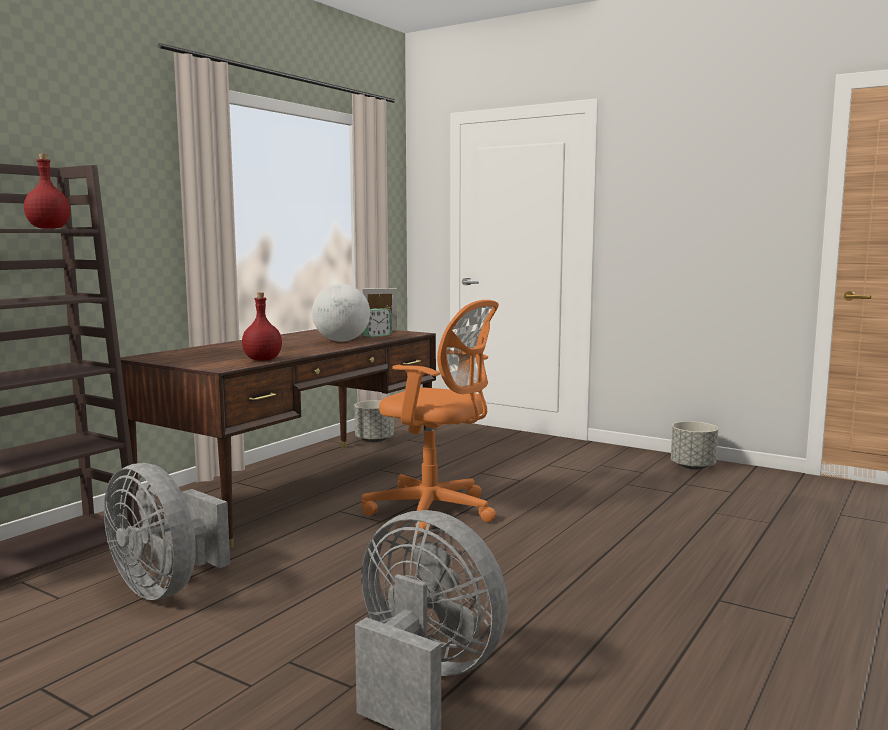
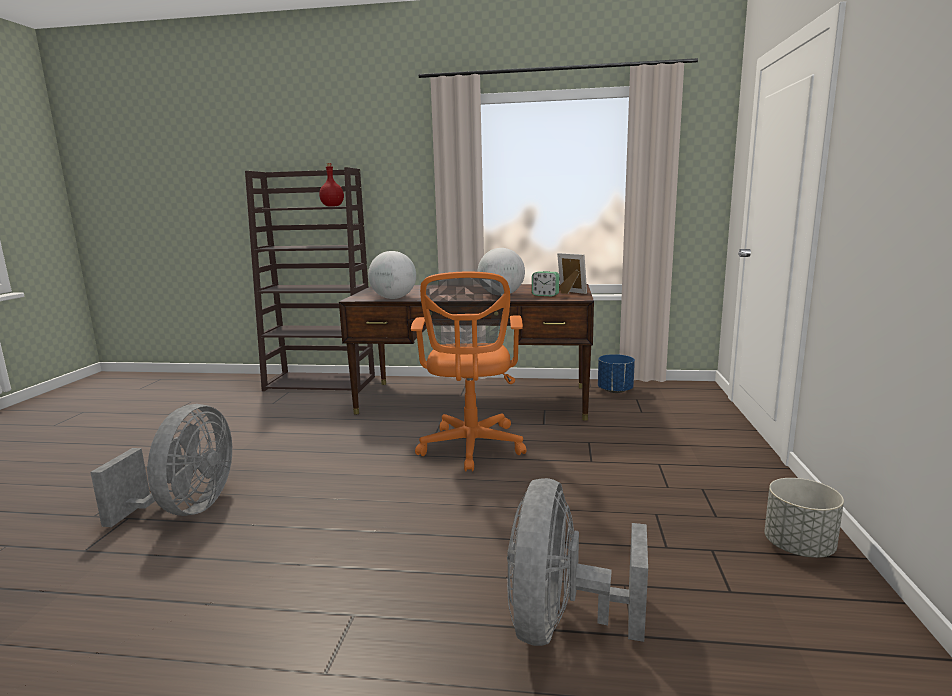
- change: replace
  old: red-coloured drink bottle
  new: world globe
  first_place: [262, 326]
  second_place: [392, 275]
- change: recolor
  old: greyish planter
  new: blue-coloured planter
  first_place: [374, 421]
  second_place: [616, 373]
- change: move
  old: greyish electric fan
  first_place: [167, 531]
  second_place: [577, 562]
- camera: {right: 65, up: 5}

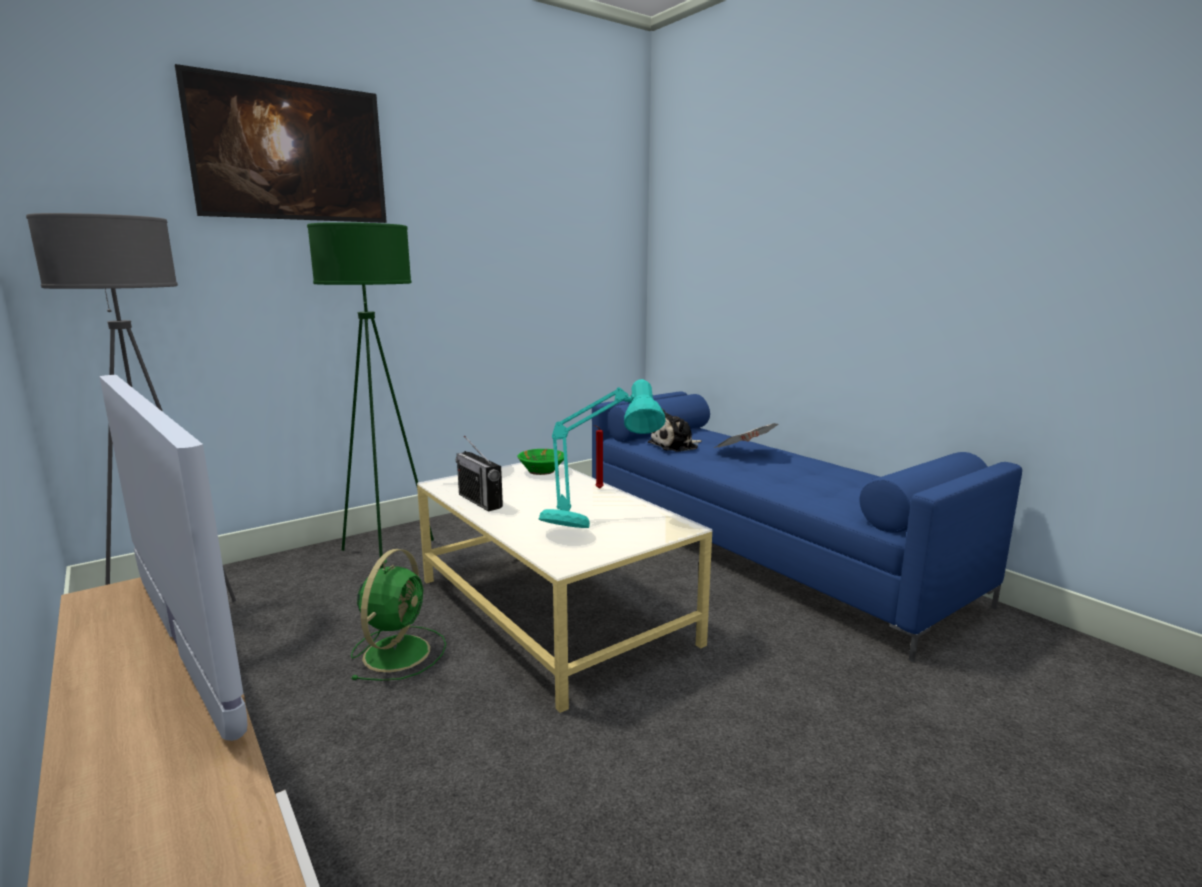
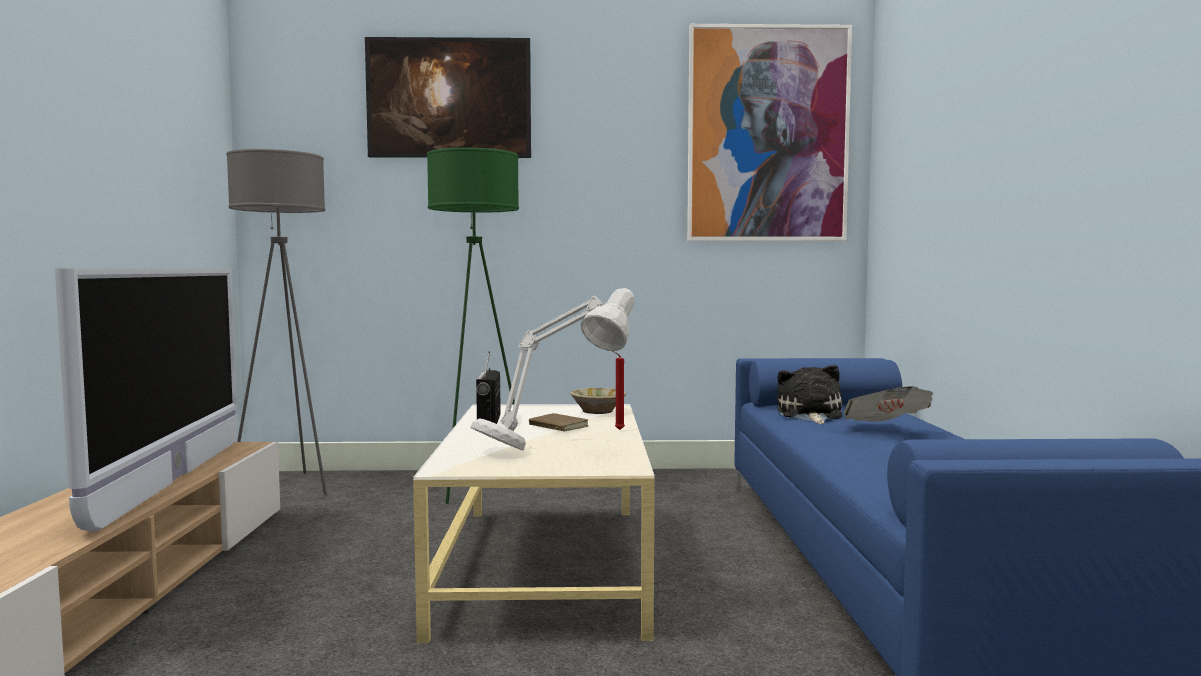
- change: recolor
  old: turquoise-coloured tabletop lamp
  new: greyish tabletop lamp
  first_place: [602, 453]
  second_place: [552, 369]
- change: rotate
  old: cuddly toy
  first_place: [675, 430]
  second_place: [809, 394]
  degrees: 90
- change: recolor
  old: green deep dish
  new: beige-coloured deep dish
  first_place: [540, 462]
  second_place: [598, 401]
- change: delete
  old: green electric fan
  first_place: [398, 615]
- change: insert
  new: wall art
  second_place: [769, 132]
- change: insert
  new: brown-coloured bound book
  second_place: [559, 422]
- camera: {right: 35, up: -10}

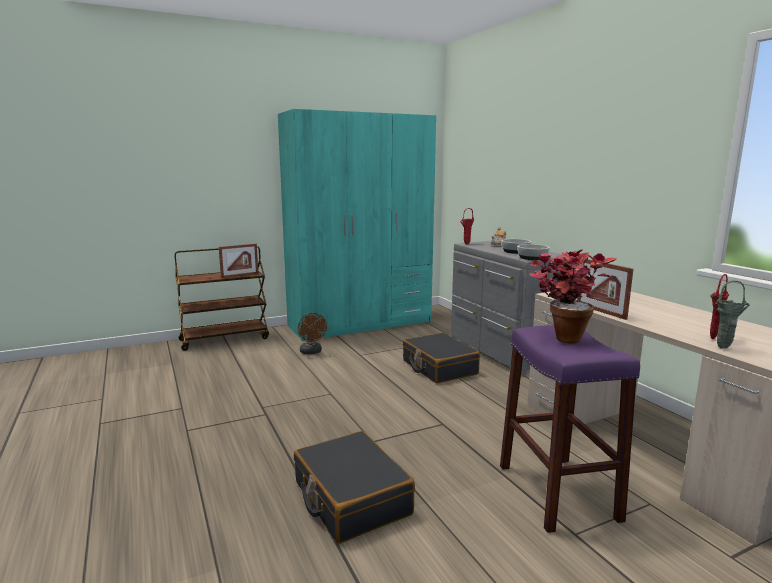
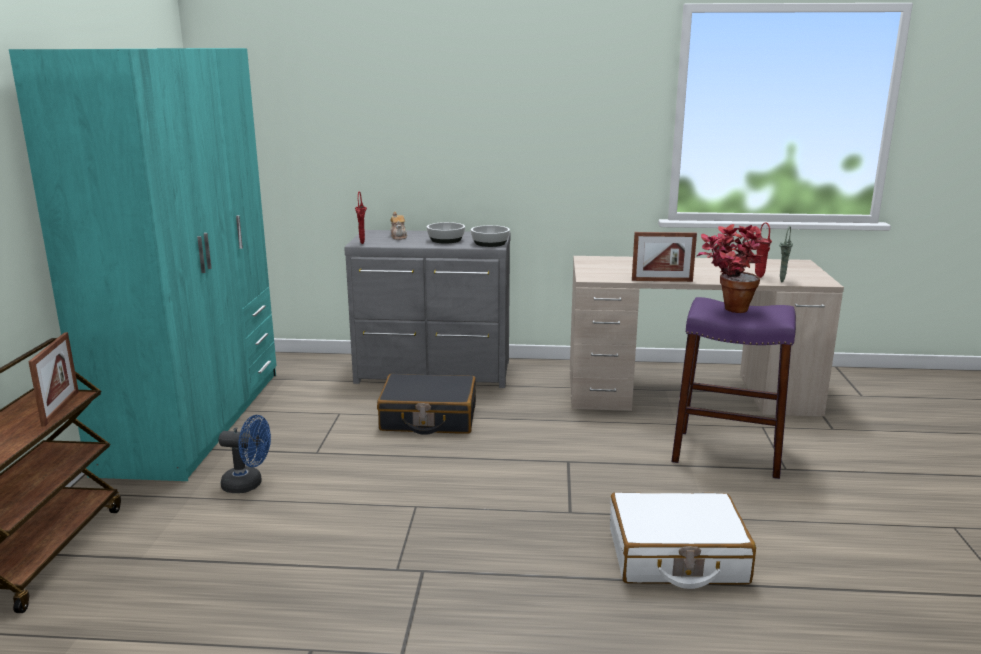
- change: recolor
  old: brown-coloured electric fan
  new: blue-coloured electric fan
  first_place: [312, 333]
  second_place: [244, 454]
- change: recolor
  old: black-coloured travel case
  new: white-coloured travel case
  first_place: [354, 487]
  second_place: [683, 540]
- camera: {right: -60, up: 5}

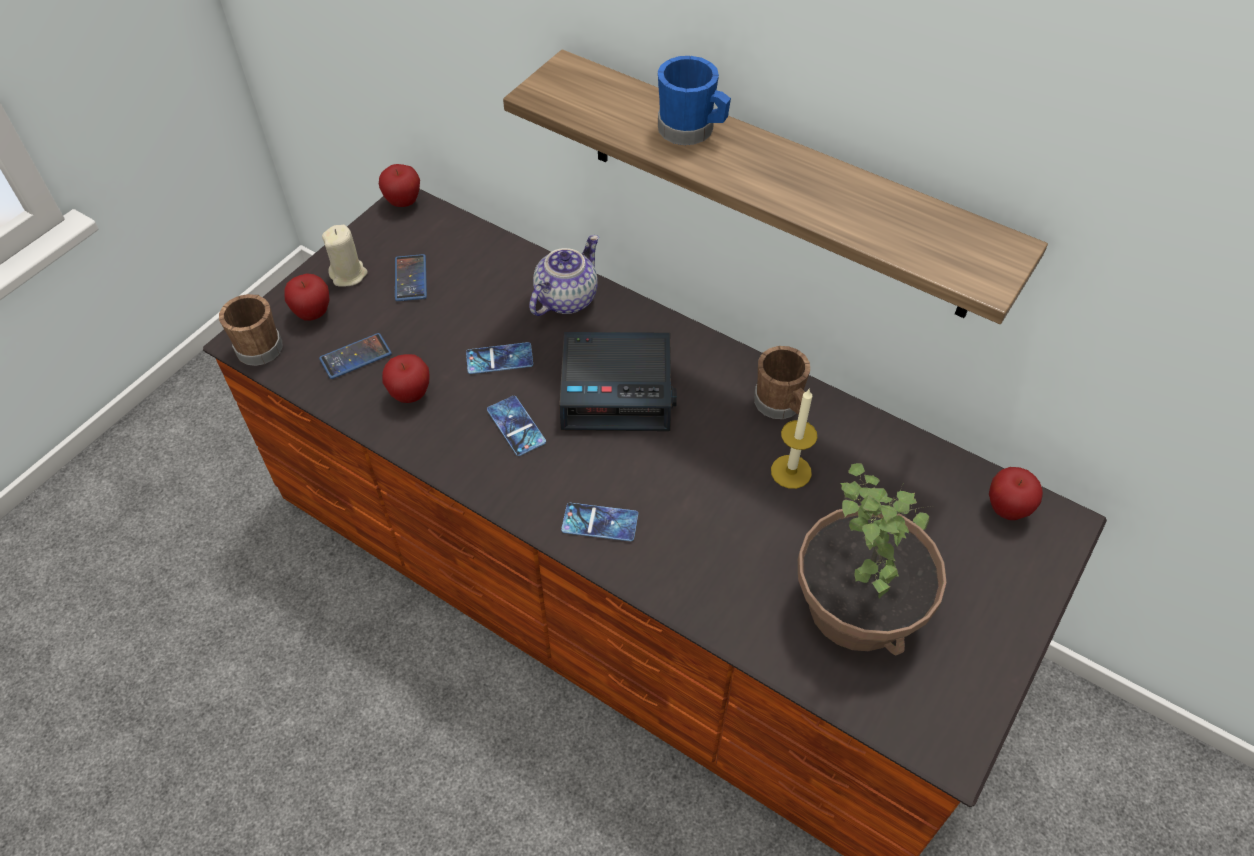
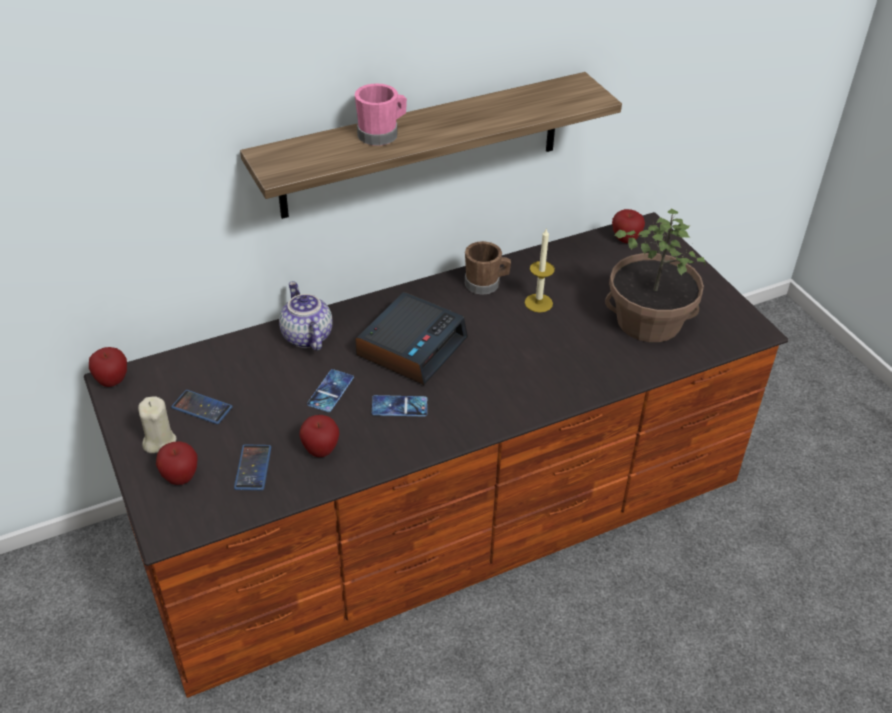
- change: recolor
  old: blue-coloured mug
  new: pink mug
  first_place: [694, 100]
  second_place: [381, 114]
- change: delete
  old: brown-coloured mug
  first_place: [251, 330]
- change: delete
  old: telephone
  first_place: [599, 522]
- camera: {right: -60, up: -10}

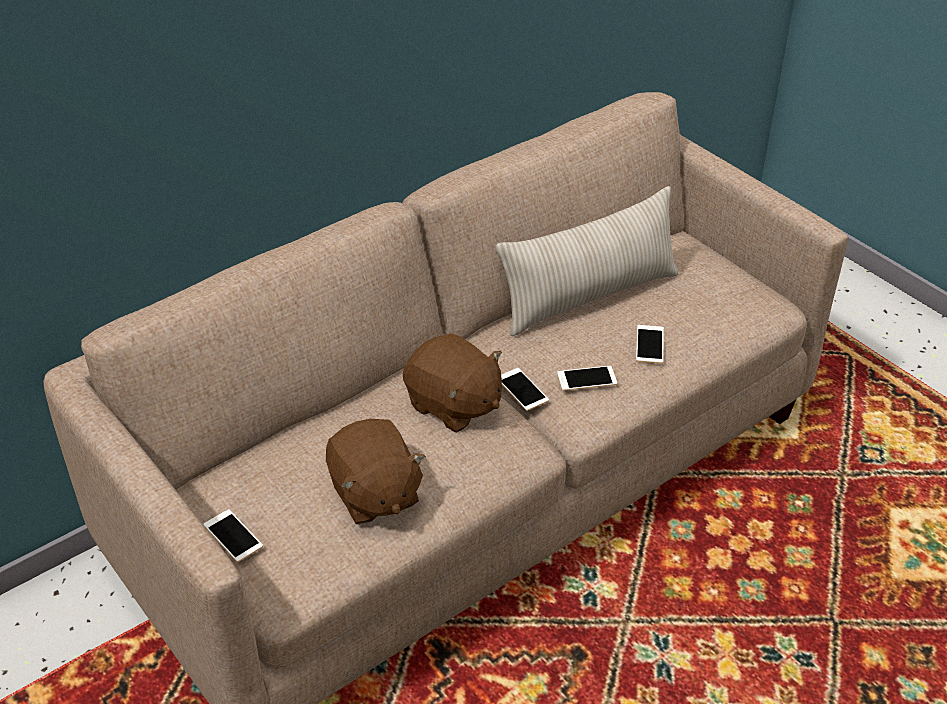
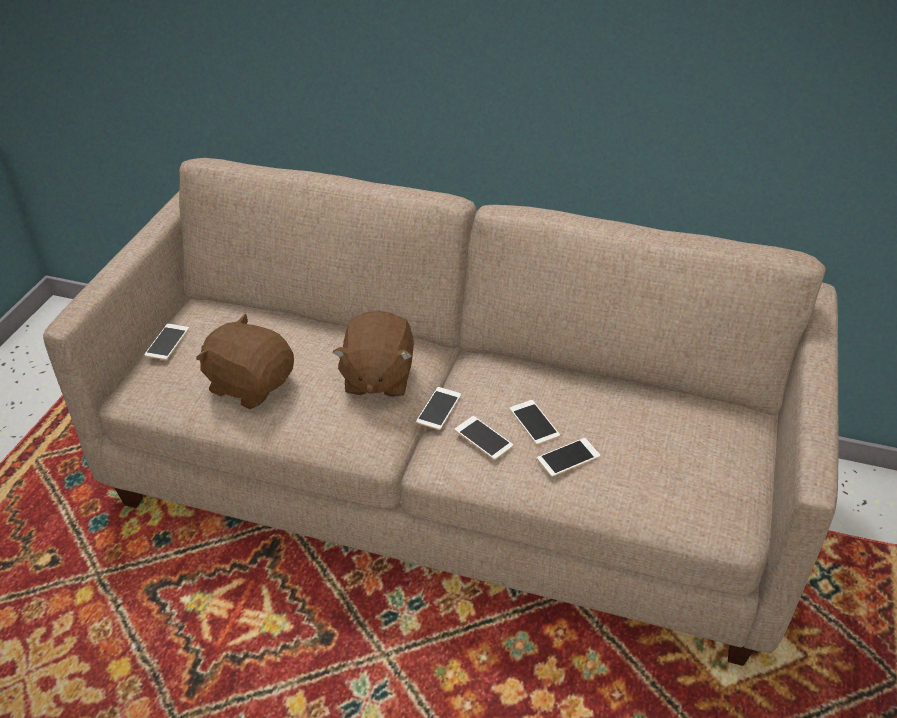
- change: delete
  old: beige-coloured pillow
  first_place: [587, 261]
- change: rotate
  old: brown-coloured cuddly toy
  first_place: [376, 471]
  second_place: [245, 361]
  degrees: 90
- change: insert
  new: telephone
  second_place: [534, 422]
- camera: {right: 55, up: 0}

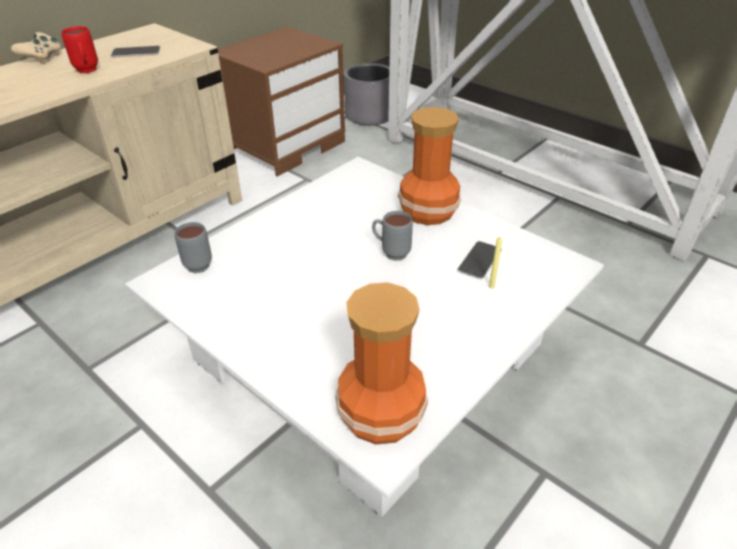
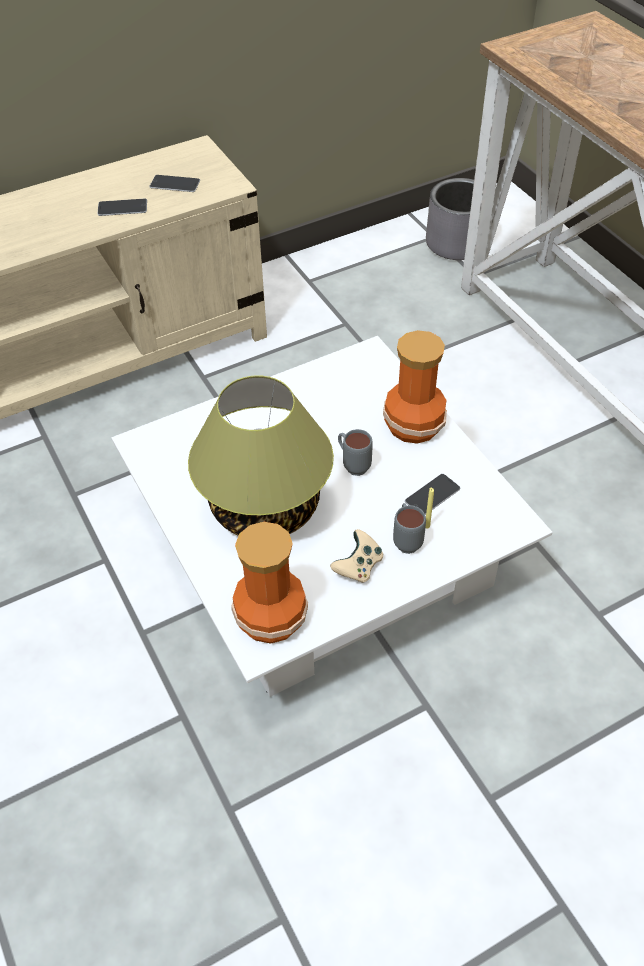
- change: replace
  old: red-coloured mug
  new: telephone
  first_place: [79, 49]
  second_place: [122, 207]
- change: delete
  old: brown-coloured bedside table
  first_place: [281, 101]
- change: move
  old: beige-coloured game controller
  first_place: [36, 47]
  second_place: [356, 556]
- change: move
  old: greyish mug
  first_place: [193, 247]
  second_place: [409, 528]
- change: insert
  new: tabletop lamp
  second_place: [261, 455]
- camera: {right: 20, up: 10}

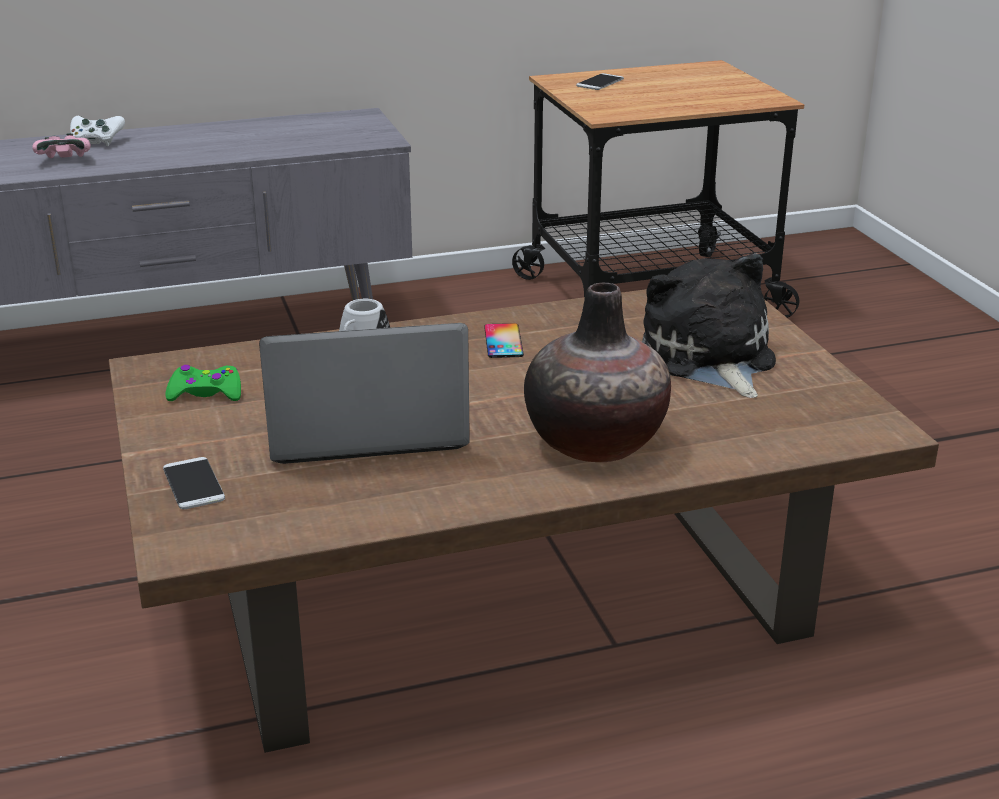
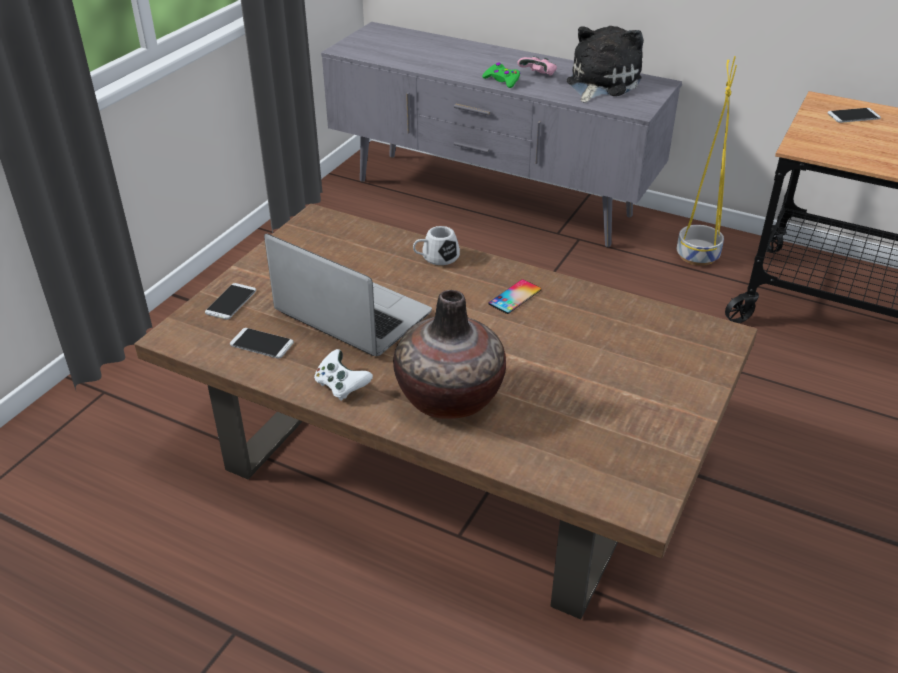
- change: move
  old: white-coloured game controller
  first_place: [97, 131]
  second_place: [343, 375]
- change: move
  old: pink game controller
  first_place: [61, 145]
  second_place: [537, 66]
- change: move
  old: cuddly toy
  first_place: [709, 325]
  second_place: [605, 64]
- change: move
  old: green game controller
  first_place: [203, 383]
  second_place: [501, 75]
- change: insert
  new: yellow-coloured planter
  second_place: [707, 161]
- change: insert
  new: telephone
  second_place: [262, 343]
- camera: {right: 45, up: 10}

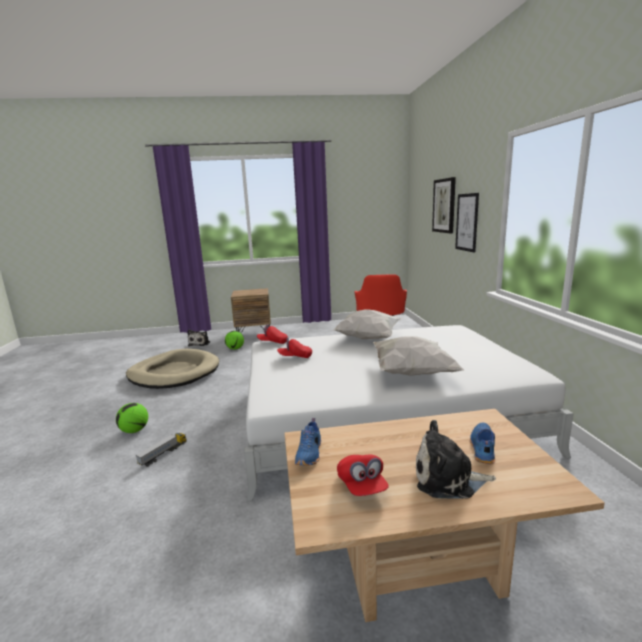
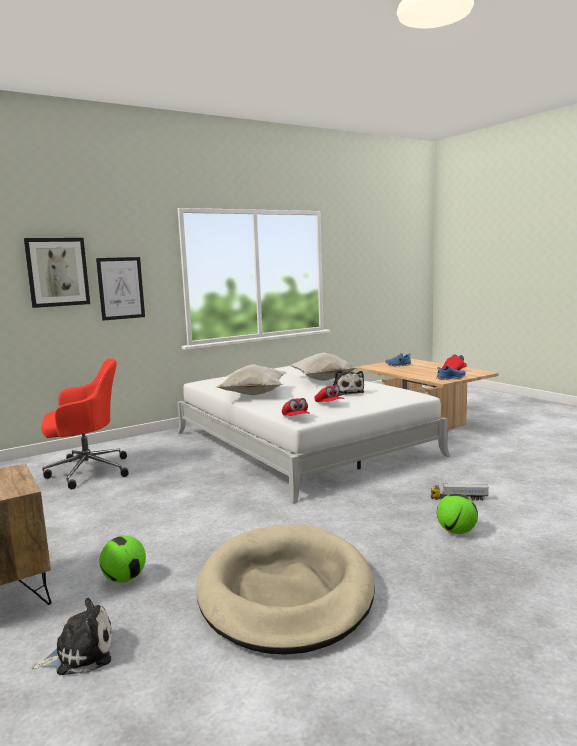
- change: move
  old: cuddly toy
  first_place: [456, 459]
  second_place: [348, 383]
- camera: {right: -115, up: -5}

